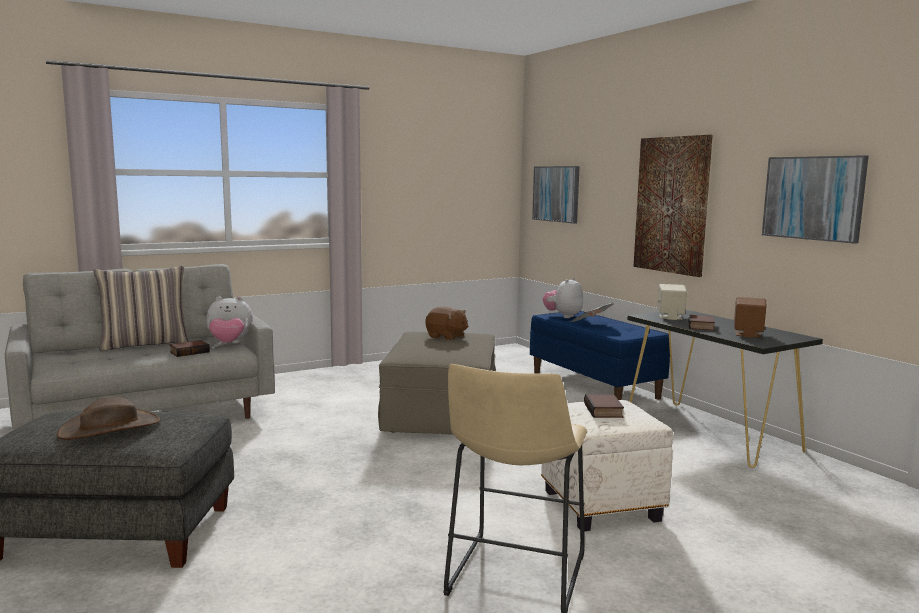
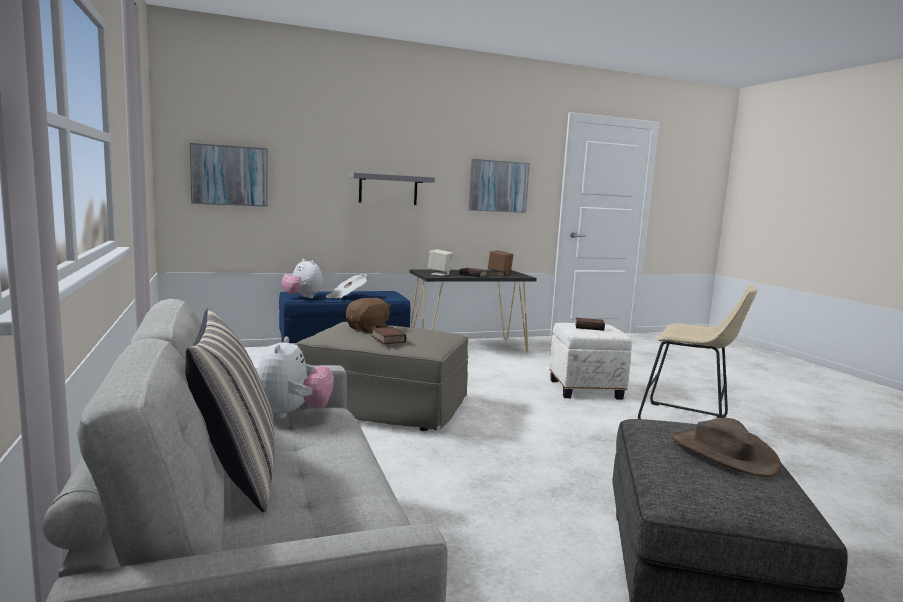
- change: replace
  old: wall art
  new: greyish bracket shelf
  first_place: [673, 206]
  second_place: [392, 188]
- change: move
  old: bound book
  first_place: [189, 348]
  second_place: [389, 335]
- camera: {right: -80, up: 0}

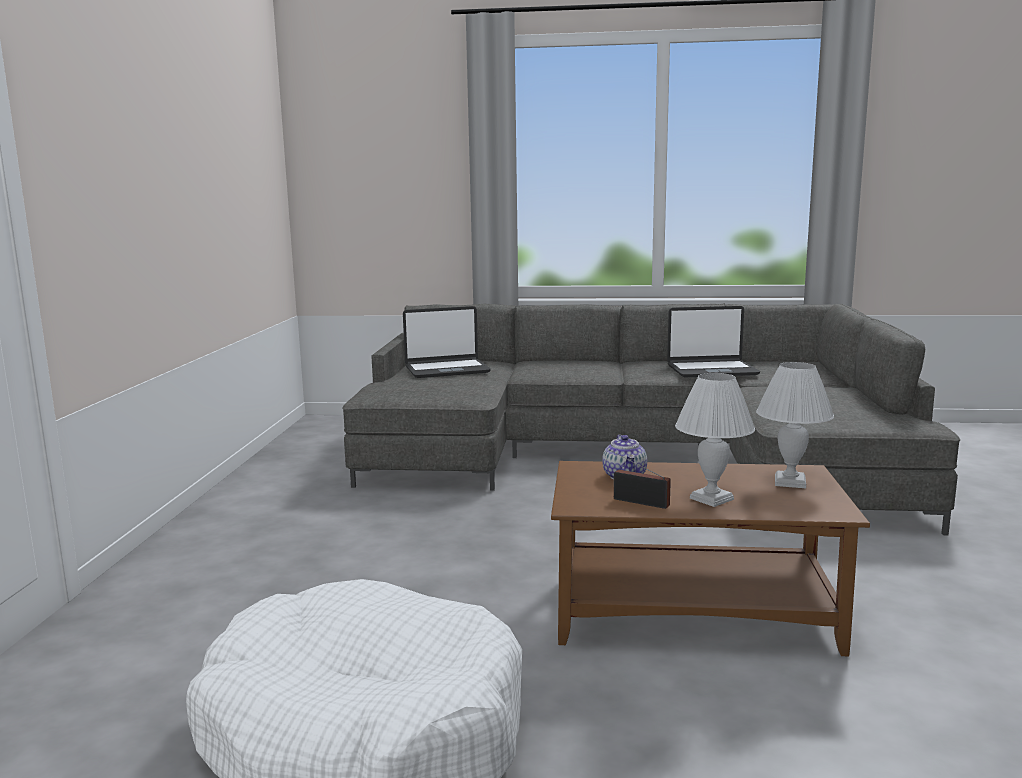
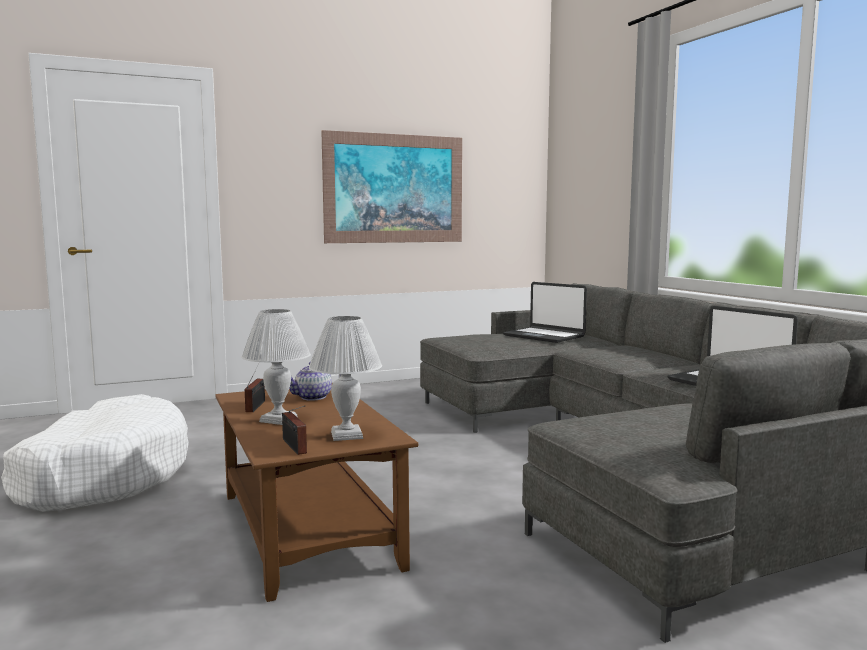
- change: insert
  new: wall art
  second_place: [391, 186]
- change: insert
  new: radio
  second_place: [294, 430]
- camera: {right: 60, up: -5}

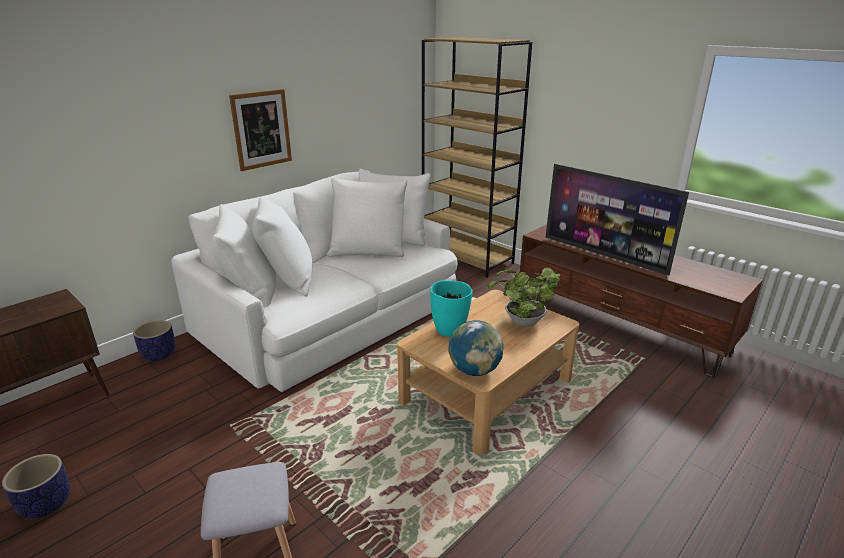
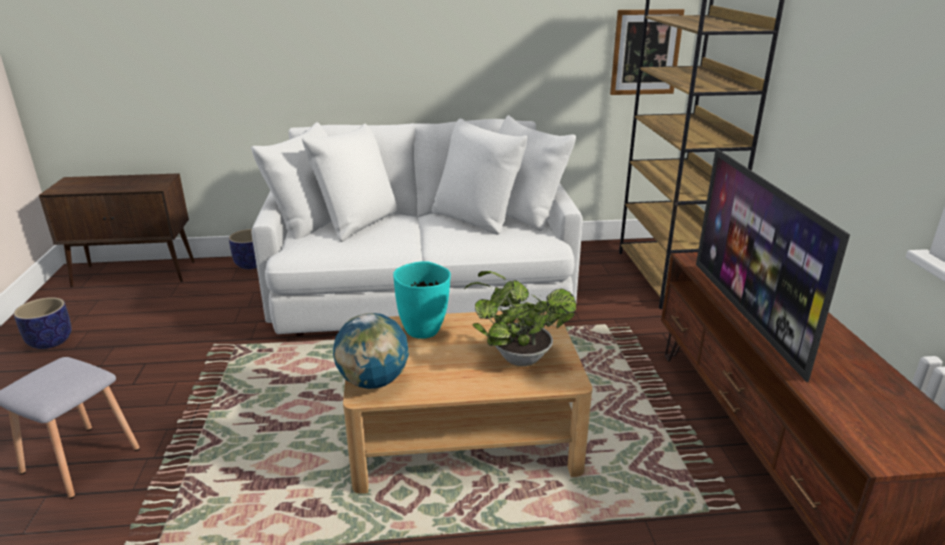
- change: move
  old: wall art
  first_place: [260, 130]
  second_place: [647, 52]
- camera: {right: 40, up: 0}

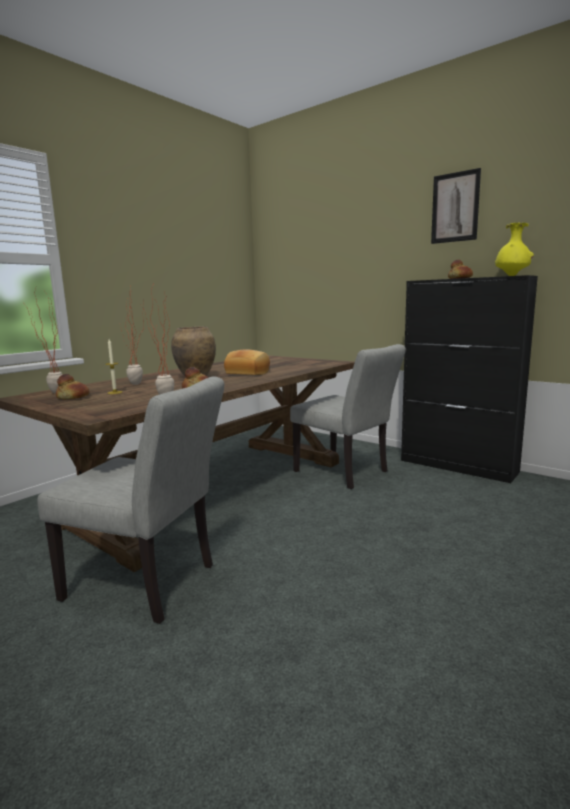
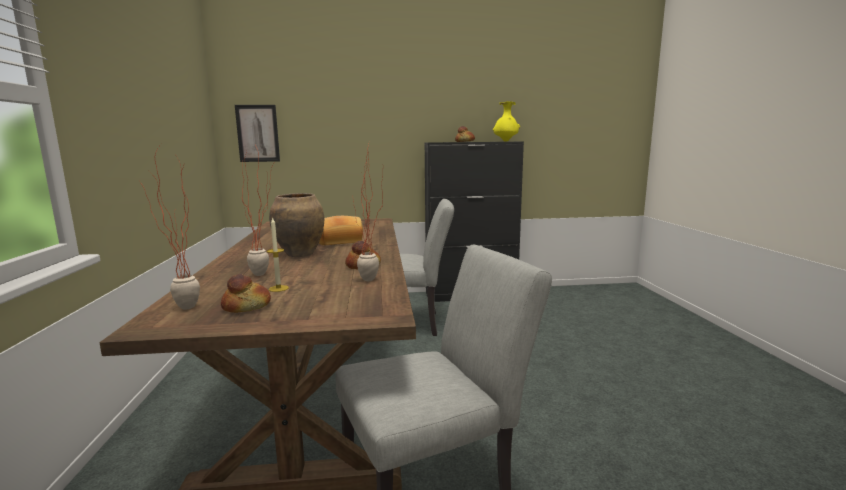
- change: move
  old: wall art
  first_place: [456, 206]
  second_place: [257, 133]
- camera: {right: -45, up: 0}

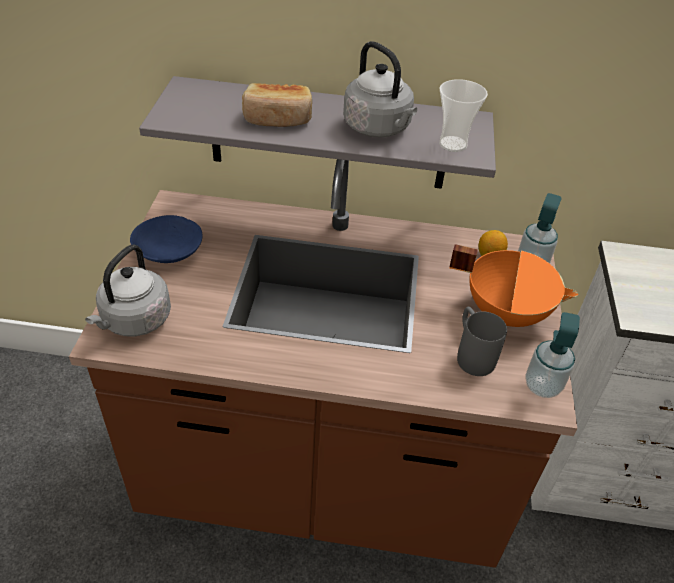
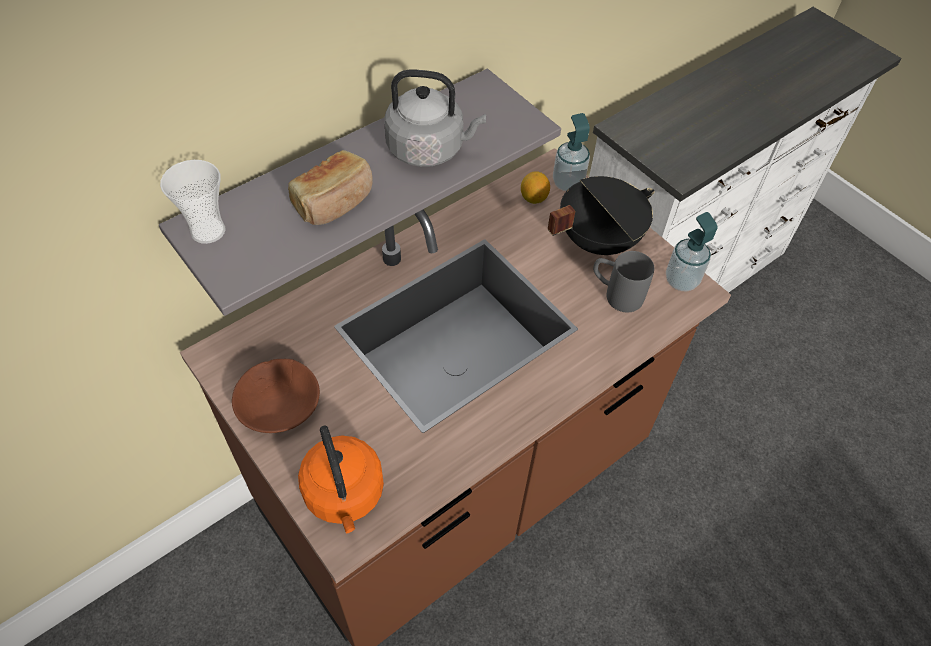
- change: move
  old: drinking cup
  first_place: [463, 115]
  second_place: [192, 202]
- change: recolor
  old: blue-coloured deep dish
  new: brown-coloured deep dish
  first_place: [166, 239]
  second_place: [276, 396]
- change: recolor
  old: orange saucepot
  new: black-coloured saucepot
  first_place: [513, 285]
  second_place: [601, 215]
- change: recolor
  old: greyish water kettle
  new: orange water kettle
  first_place: [128, 291]
  second_place: [341, 479]
- camera: {right: -45, up: 10}

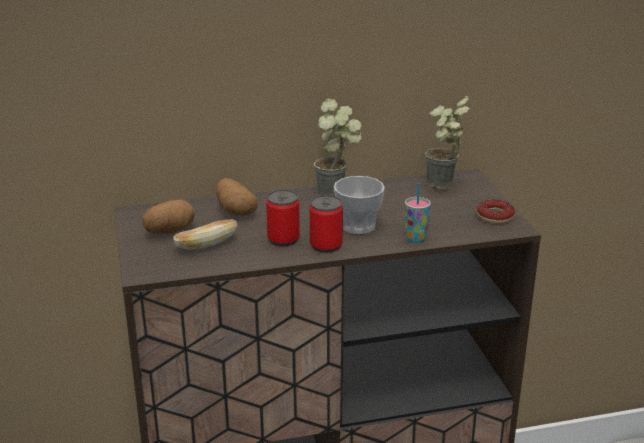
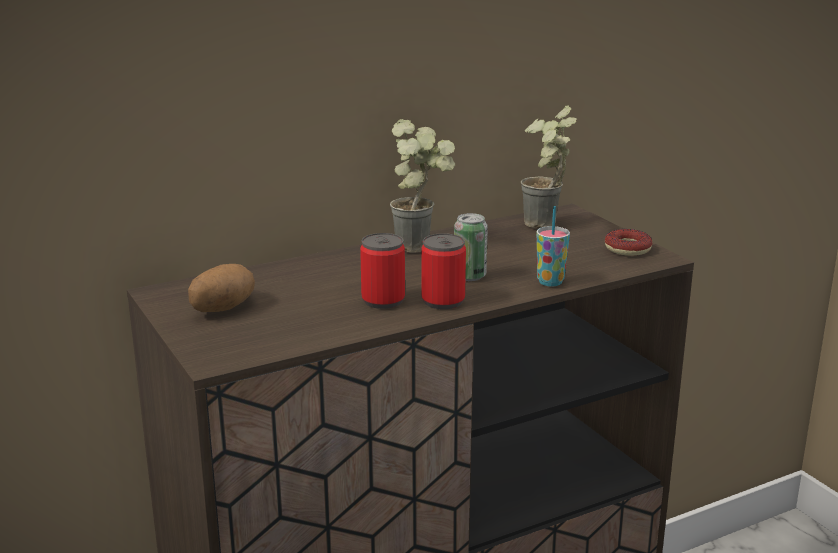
- change: replace
  old: drinking cup
  new: sealed can
  first_place: [359, 205]
  second_place: [471, 247]
- change: delete
  old: potato
  first_place: [237, 197]
- change: delete
  old: bread
  first_place: [205, 234]
- camera: {right: -15, up: -5}

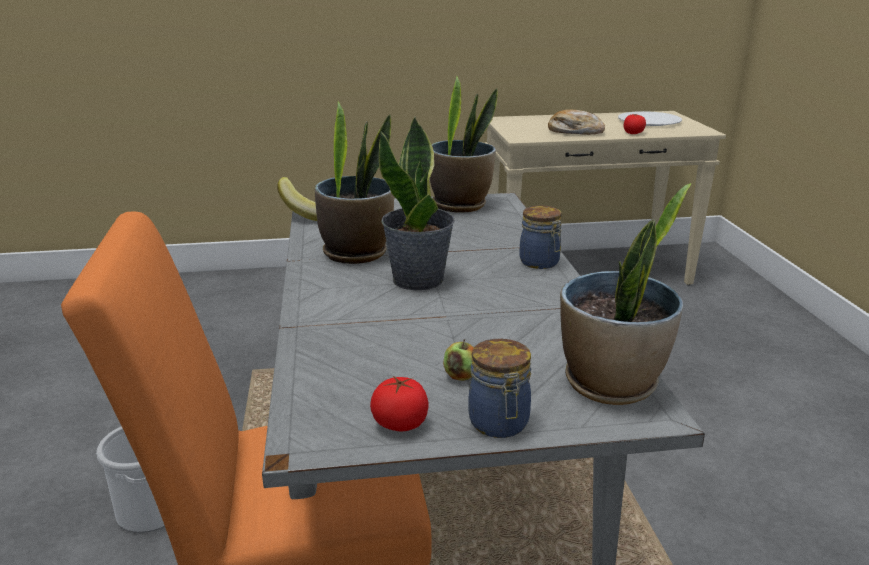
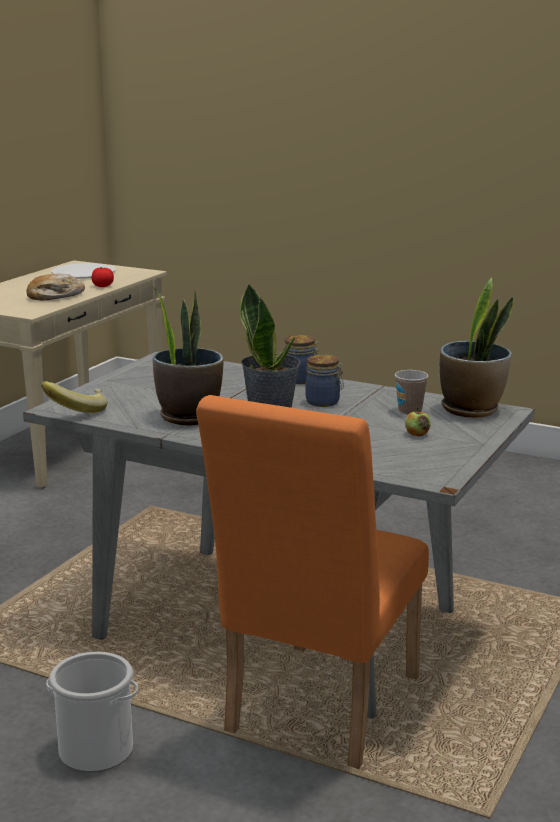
- change: delete
  old: houseplant
  first_place: [464, 144]
- change: move
  old: storage jar
  first_place: [499, 388]
  second_place: [324, 380]
- change: delete
  old: whole tomato
  first_place: [399, 403]
- change: insert
  new: drinking cup
  second_place: [411, 392]
- camera: {right: -55, up: -5}

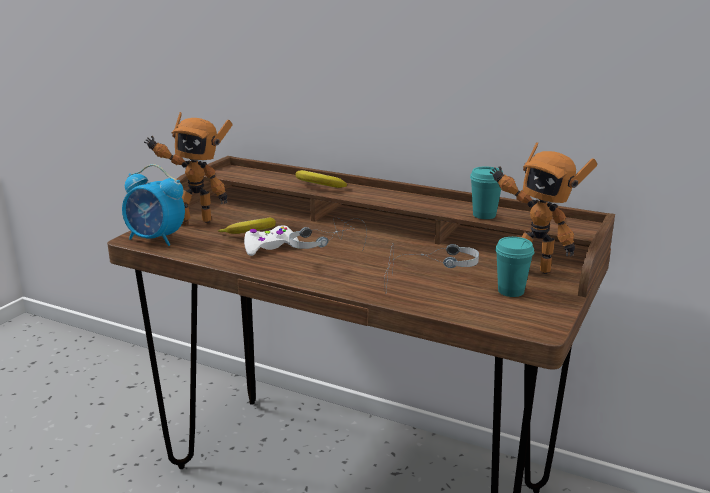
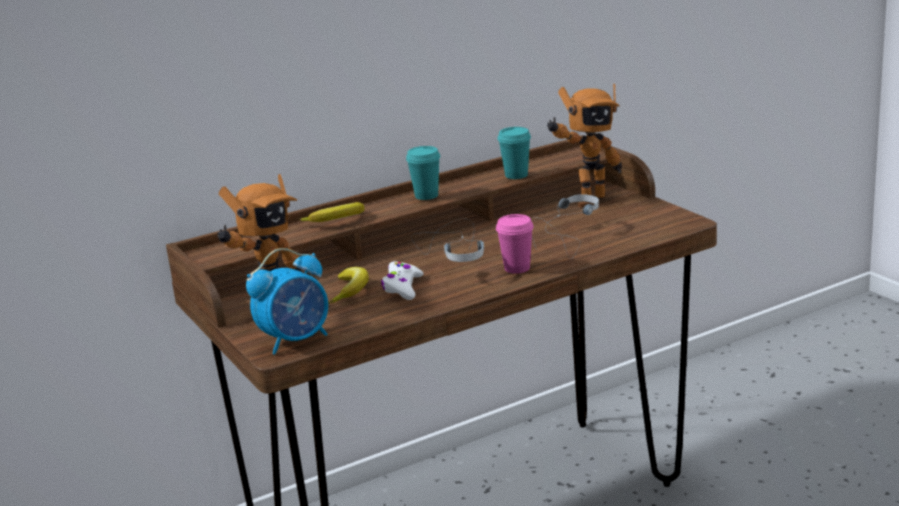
- change: move
  old: turquoise-coloured drinking cup
  first_place: [514, 267]
  second_place: [423, 173]
- change: insert
  new: pink drinking cup
  second_place: [515, 244]
- camera: {right: -55, up: 0}

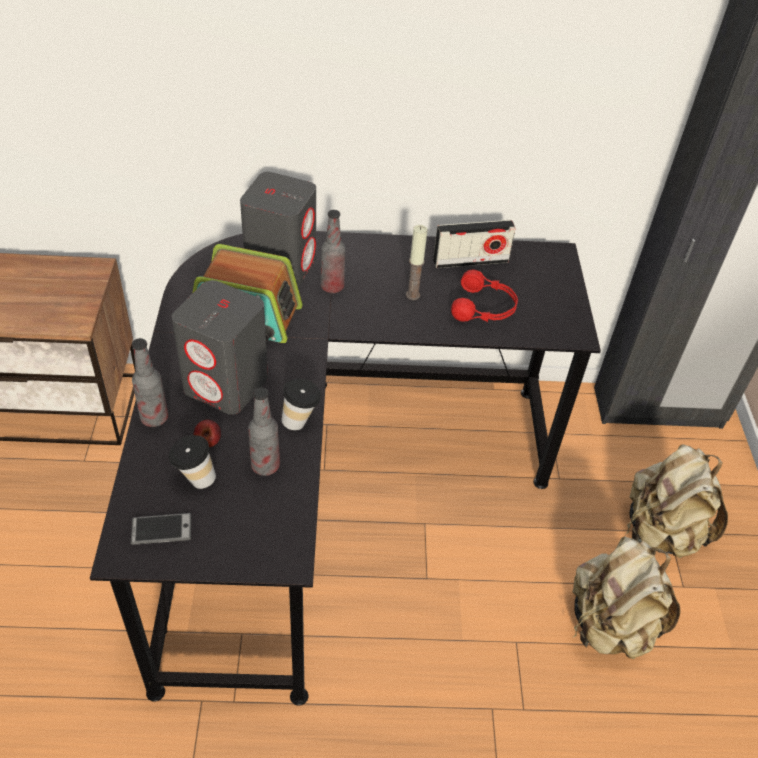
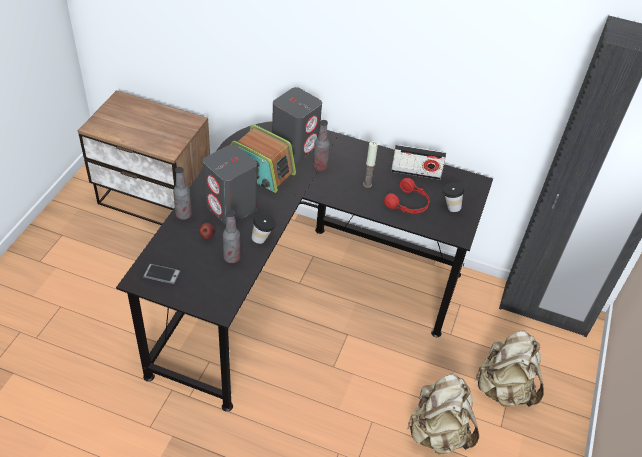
- change: move
  old: drinking cup
  first_place: [192, 462]
  second_place: [453, 197]
- camera: {right: 20, up: 0}

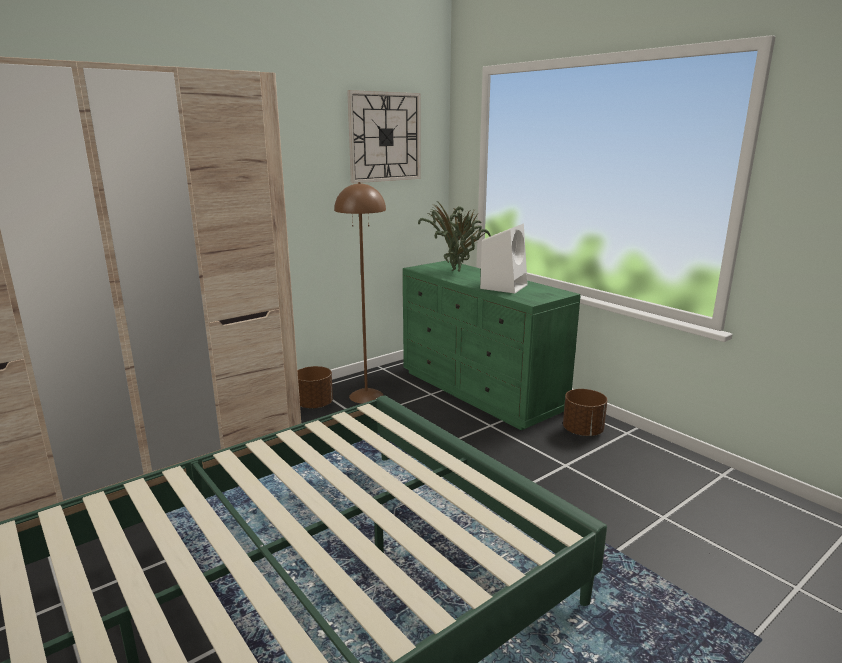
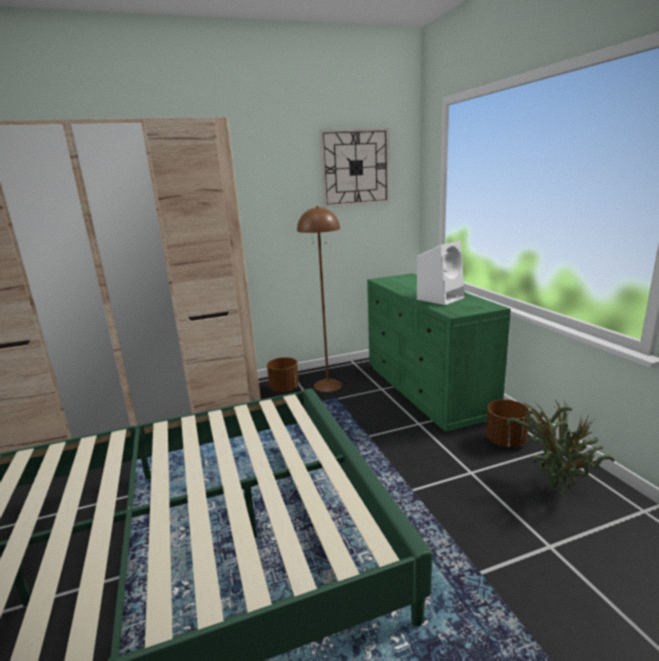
- change: move
  old: houseplant
  first_place: [454, 237]
  second_place: [561, 448]
- camera: {right: 20, up: 0}

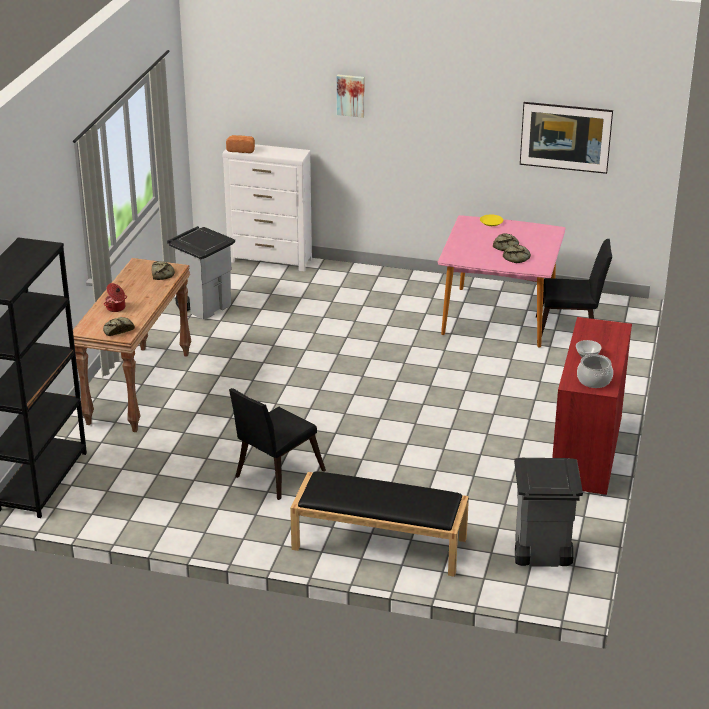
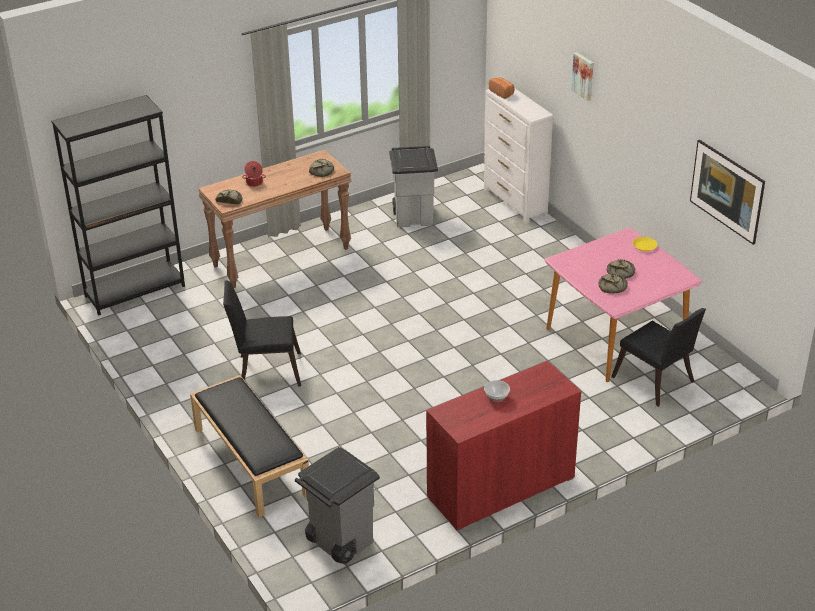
- change: delete
  old: saucepot
  first_place: [595, 371]
- camera: {right: 45, up: 5}

